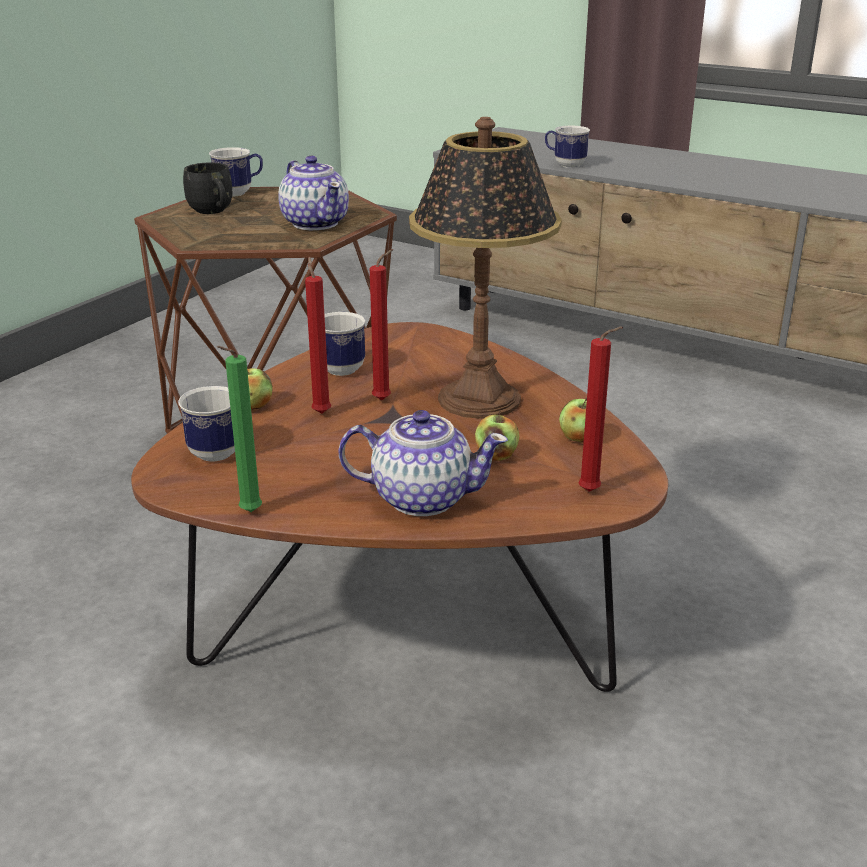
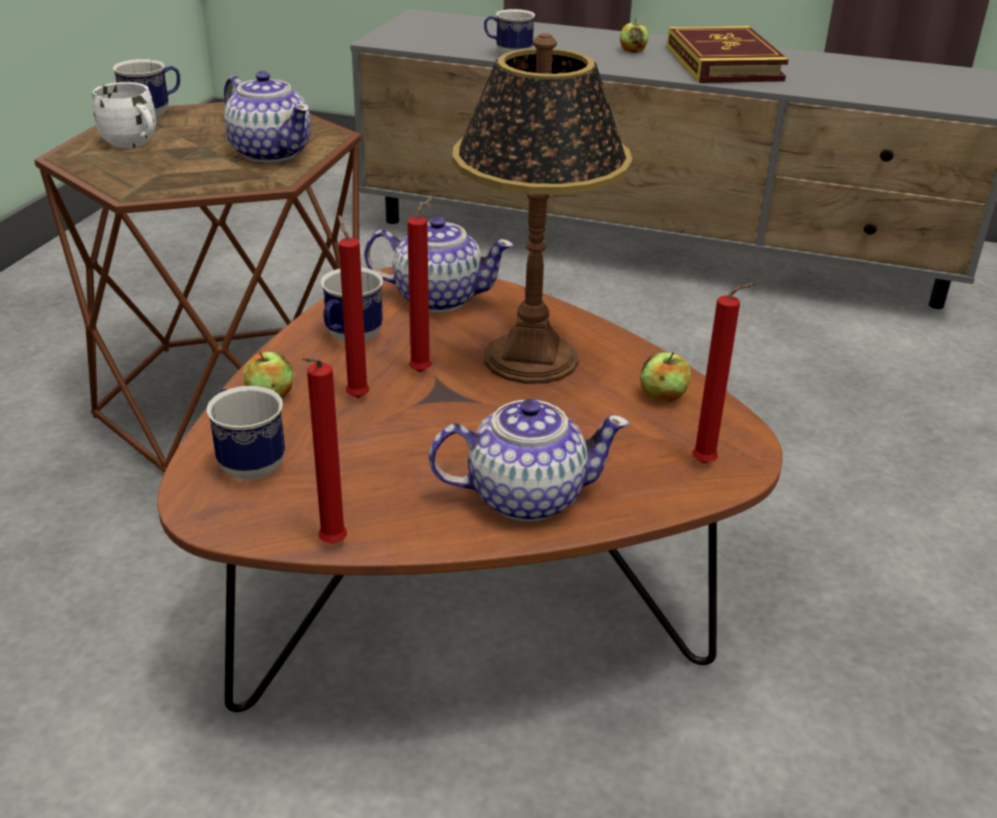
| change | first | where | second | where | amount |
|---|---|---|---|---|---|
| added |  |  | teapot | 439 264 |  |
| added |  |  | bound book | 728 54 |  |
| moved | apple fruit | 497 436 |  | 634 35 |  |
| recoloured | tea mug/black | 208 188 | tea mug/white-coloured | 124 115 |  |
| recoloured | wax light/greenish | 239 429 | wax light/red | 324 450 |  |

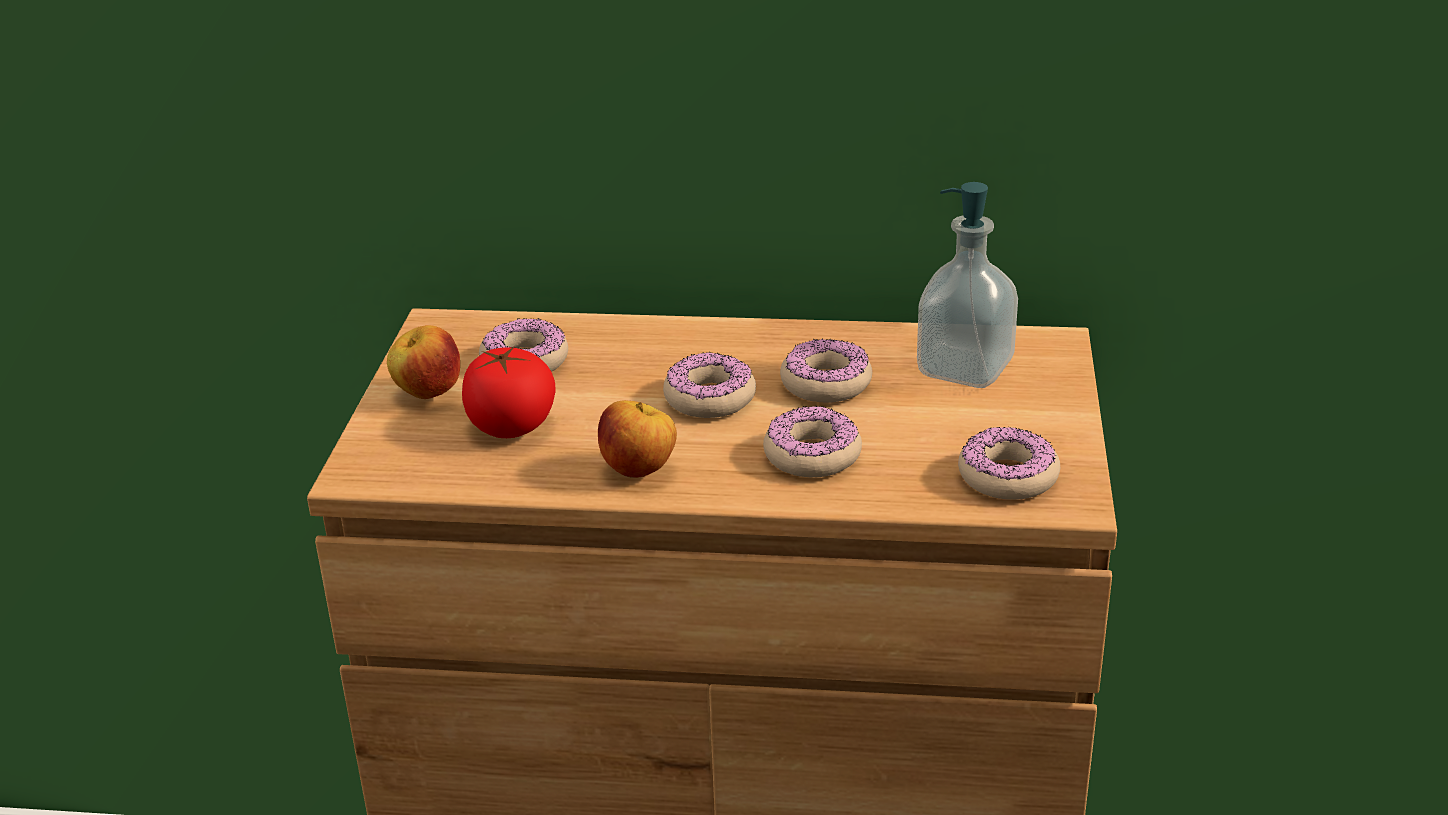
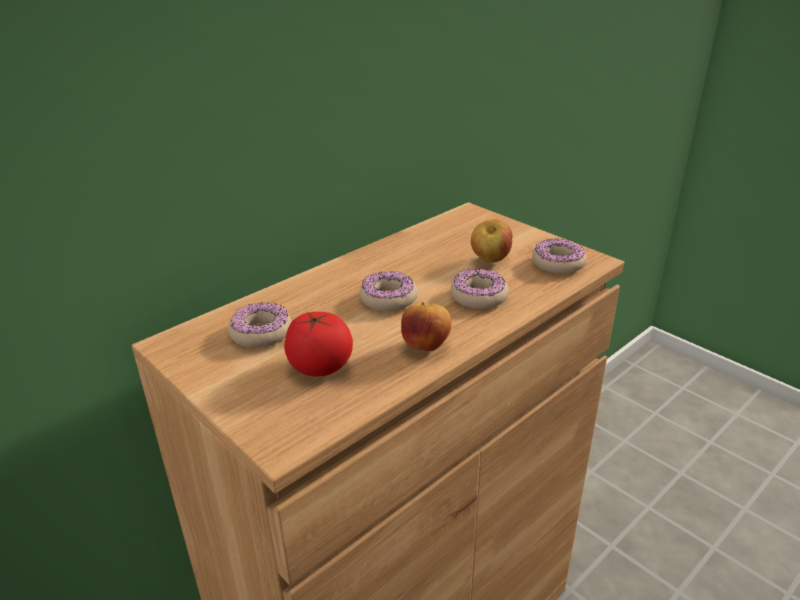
| change | first | where | second | where | amount |
|---|---|---|---|---|---|
| removed | ring doughnut | 826 371 |  |  |  |
| removed | liquid soap bottle | 967 285 |  |  |  |
| moved | apple fruit | 423 362 |  | 491 241 |  |

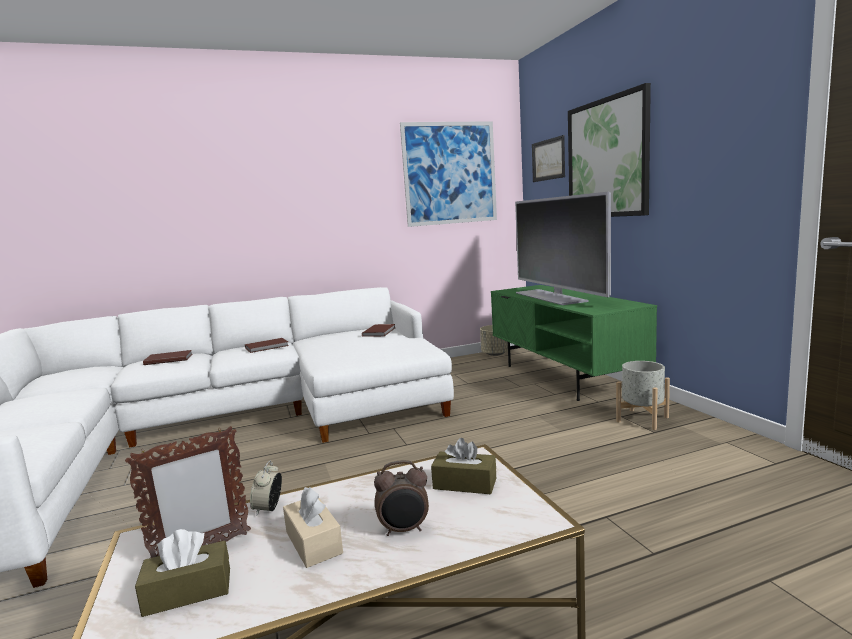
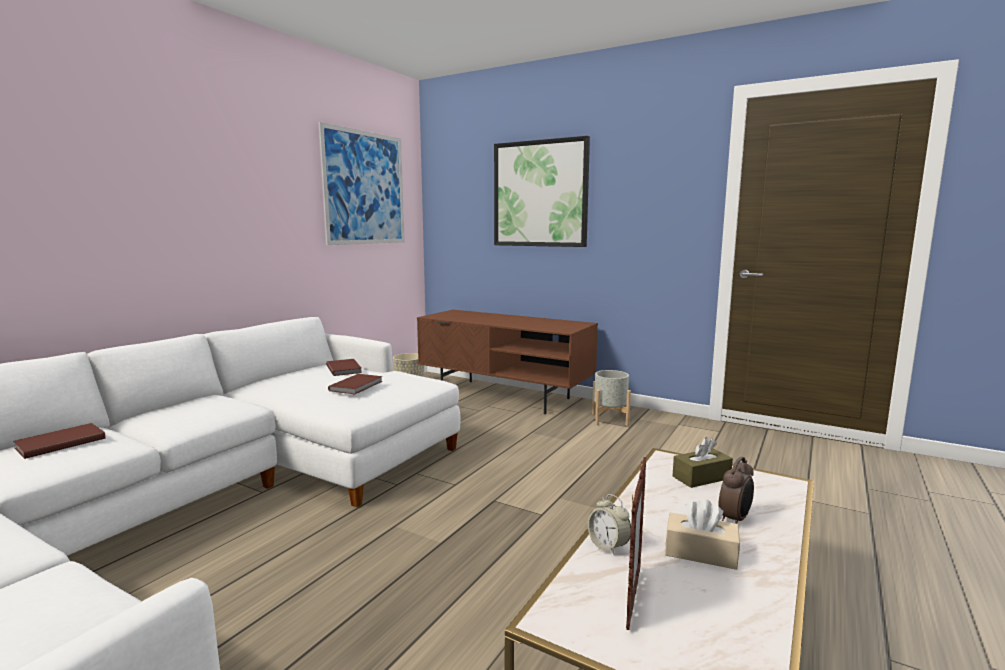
| change | first | where | second | where | amount |
|---|---|---|---|---|---|
| removed | box of tissues/brownish | 182 573 |  |  |  |
| removed | TV | 563 248 |  |  |  |
| removed | picture | 548 158 |  |  |  |
| moved | bound book/brownish | 267 345 |  | 355 384 |  |
| recoloured | media console/greenish | 574 343 | media console/brownish | 507 362 |  |

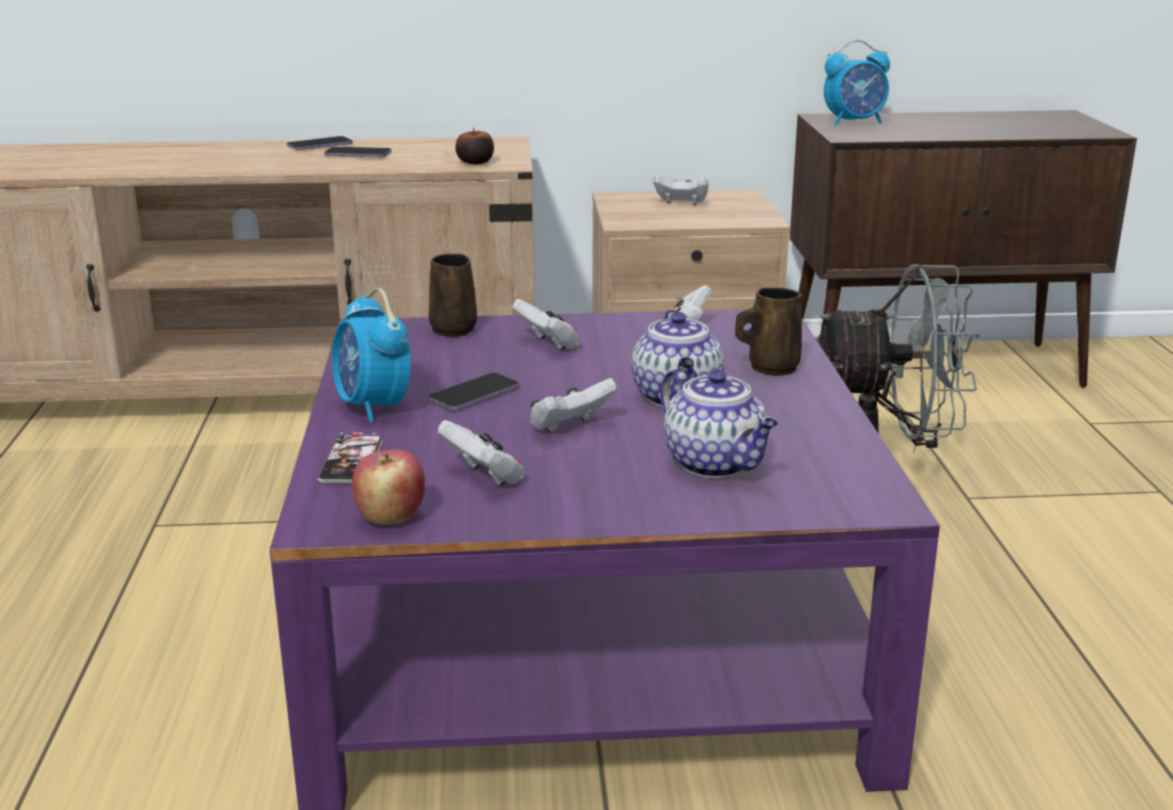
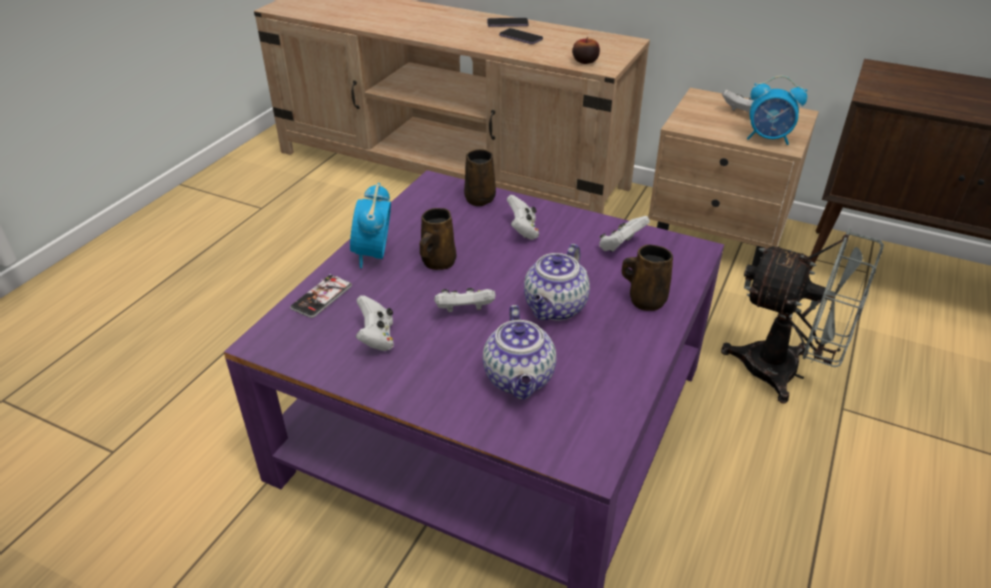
| change | first | where | second | where | amount |
|---|---|---|---|---|---|
| removed | apple fruit | 388 487 |  |  |  |
| moved | bedside clock | 857 83 |  | 777 110 |  |
| replaced | handset | 473 392 | tea mug/brownish | 438 239 |  |

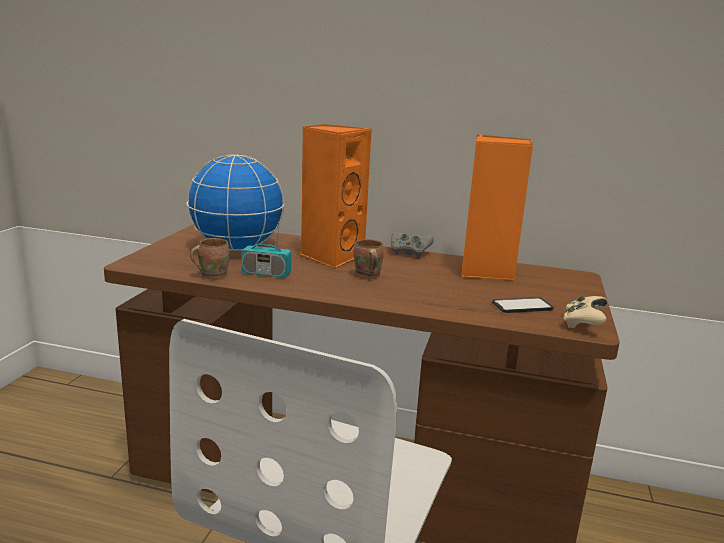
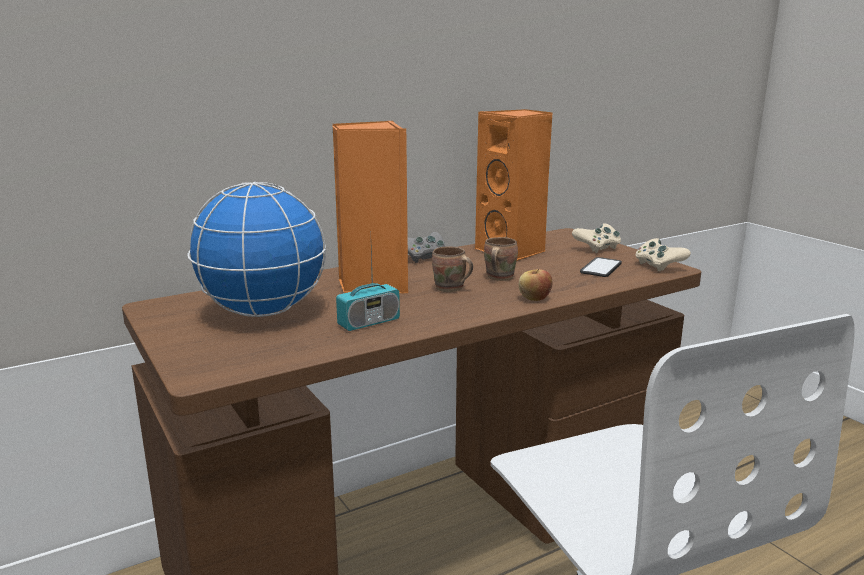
| change | first | where | second | where | amount |
|---|---|---|---|---|---|
| added |  |  | apple fruit | 536 285 |  |
| added |  |  | joypad/sand-coloured | 596 238 |  |
| moved | tea mug/brownish | 210 259 |  | 501 259 |  |

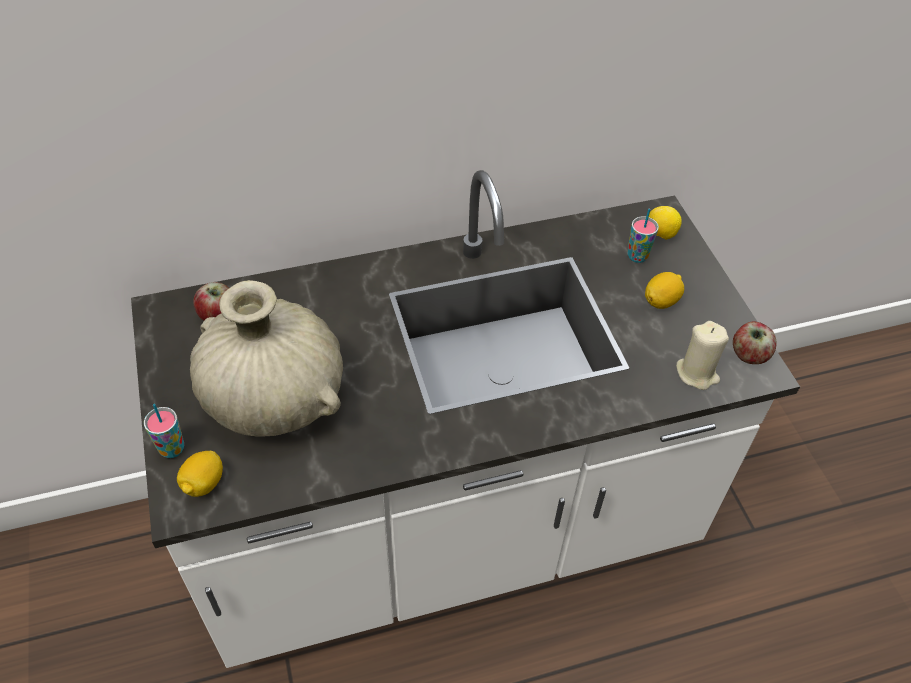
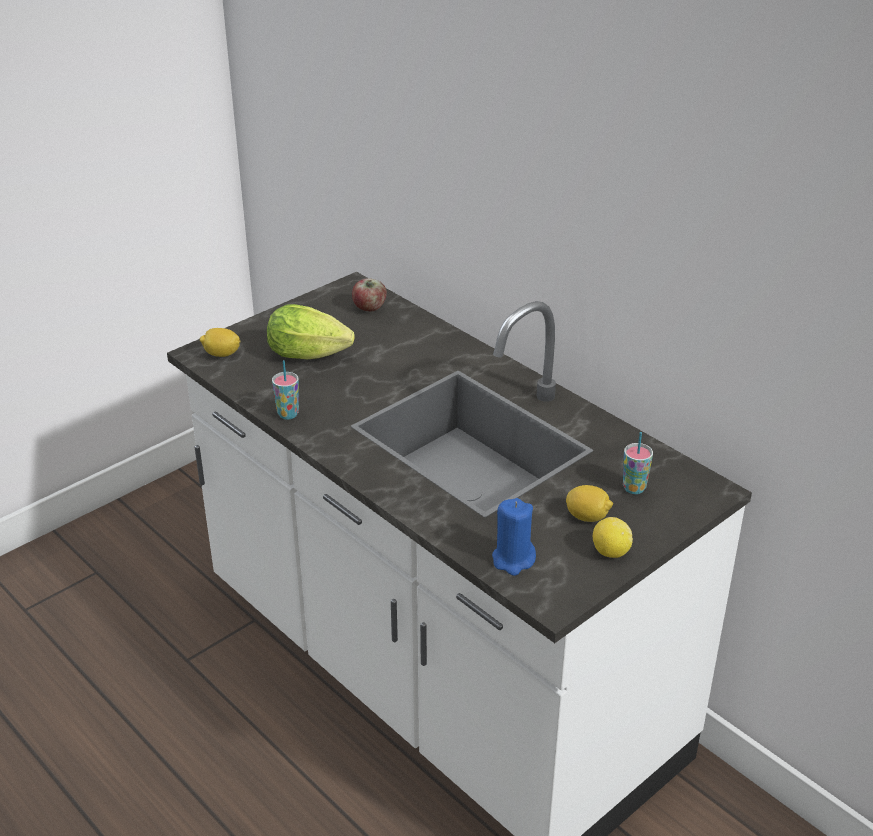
| change | first | where | second | where | amount |
|---|---|---|---|---|---|
| removed | apple fruit | 754 342 |  |  |  |
| moved | small cup | 164 431 |  | 285 390 |  |
| moved | citrus fruit | 665 223 |  | 613 537 |  |
| replaced | decorative vase/sand-coloured | 266 358 | lettuce head | 311 331 |  |
| recoloured | wax light/sand-coloured | 702 355 | wax light/blue-coloured | 514 537 |  |

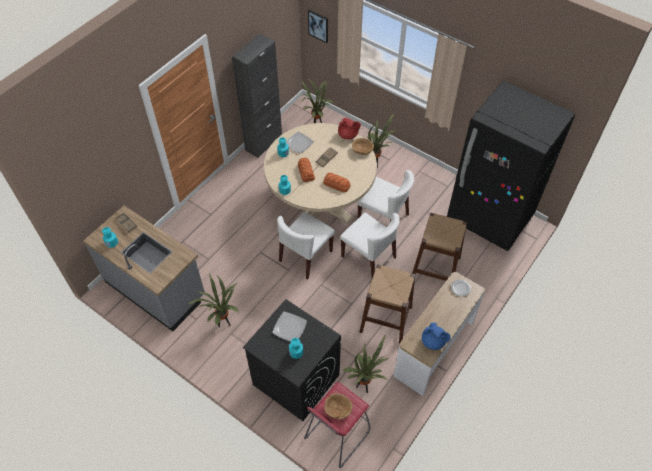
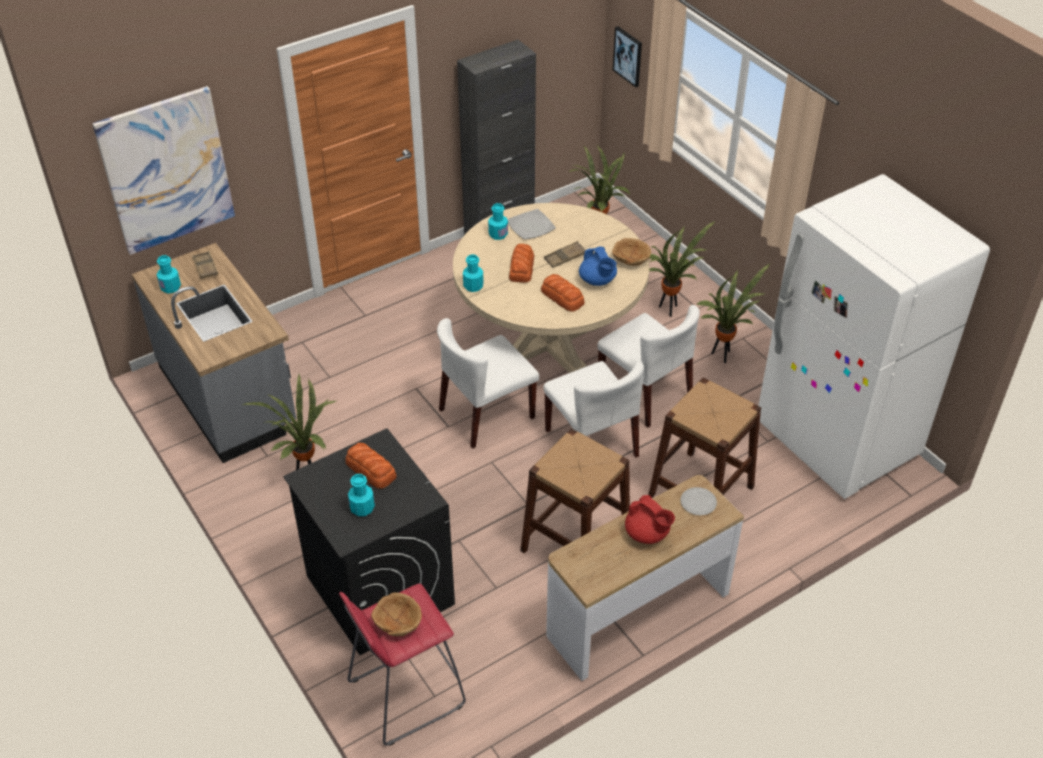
| change | first | where | second | where | amount |
|---|---|---|---|---|---|
| added |  |  | picture | 163 170 |  |
| moved | teapot/red | 349 128 |  | 650 519 |  |
| moved | houseplant | 366 364 |  | 734 313 |  |
| moved | teapot/blue-coloured | 436 336 |  | 598 266 |  |
| replaced | plate | 289 326 | bread | 370 466 |  |
| recoloured | refrigerator/black | 511 166 | refrigerator/white-coloured | 874 336 |  |

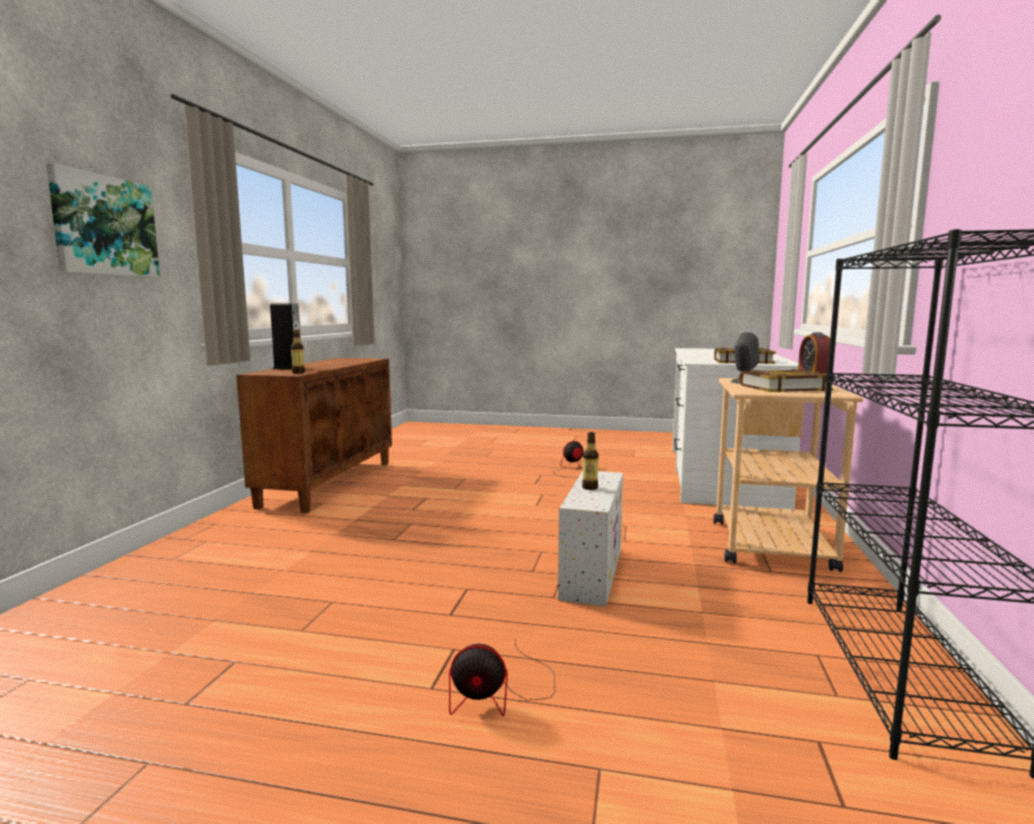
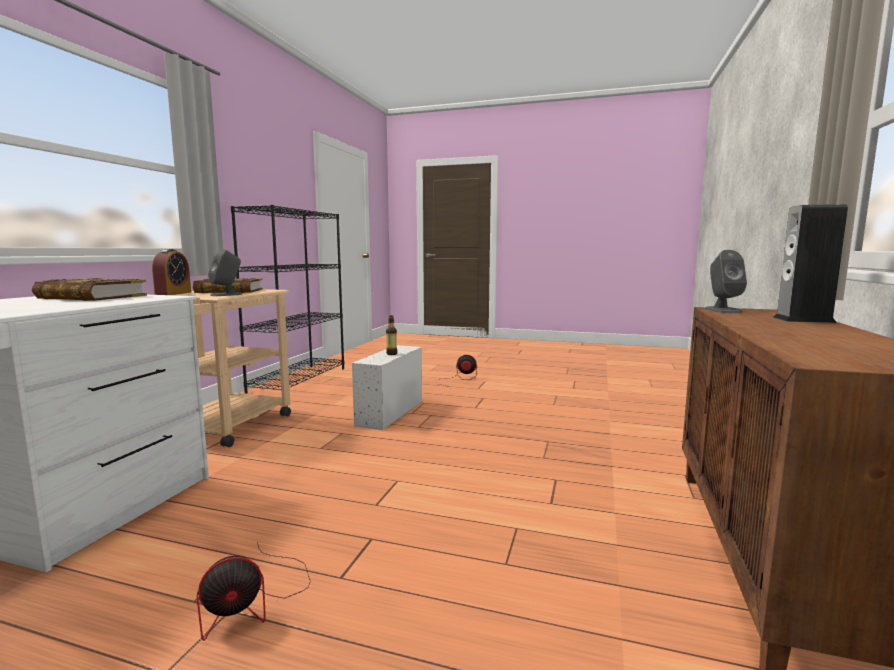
| change | first | where | second | where | amount |
|---|---|---|---|---|---|
| removed | picture | 103 220 |  |  |  |
| replaced | drink bottle | 298 352 | audio speaker/gray | 726 281 |  |

